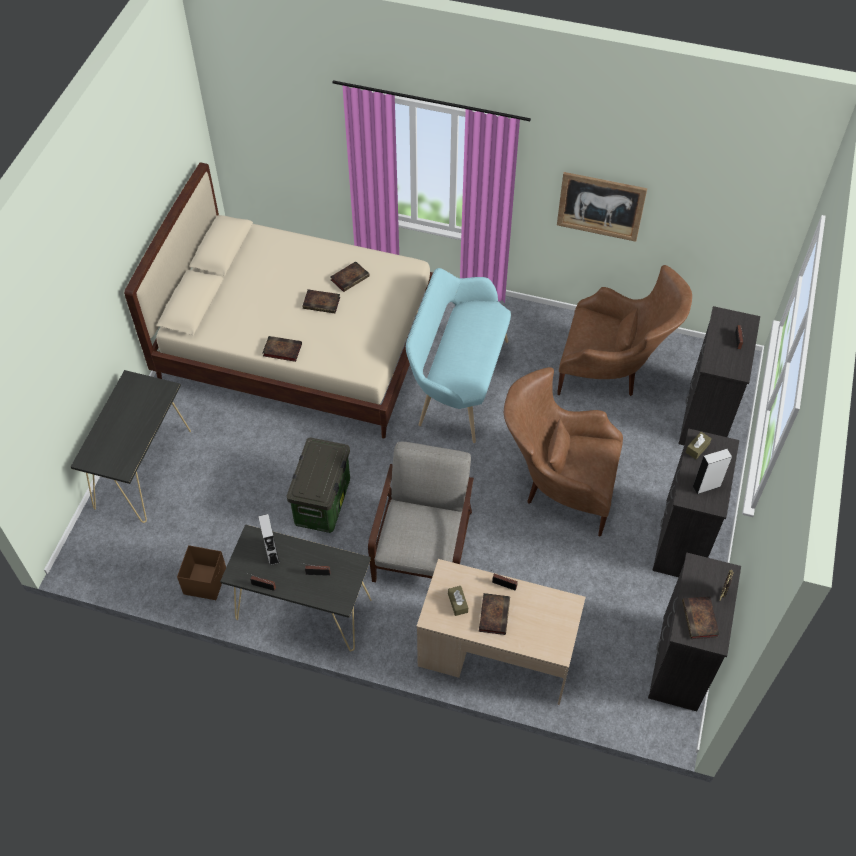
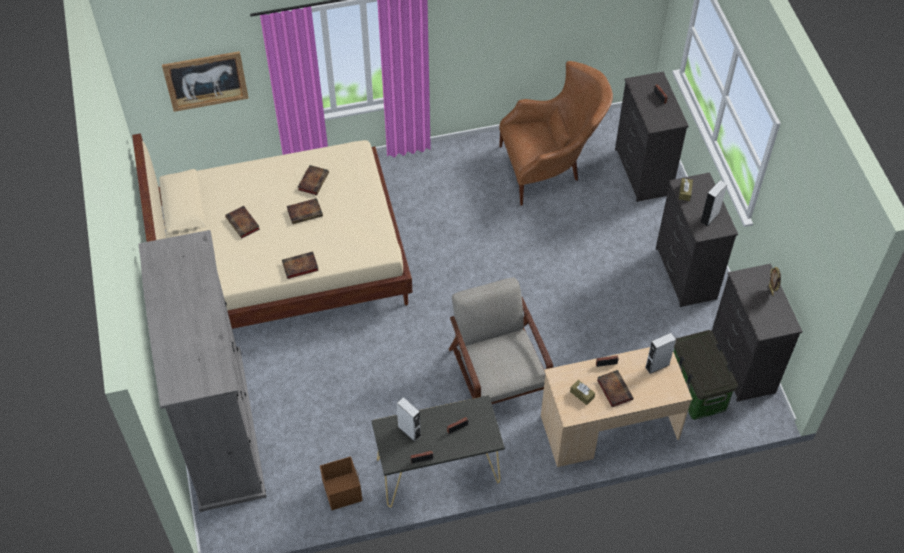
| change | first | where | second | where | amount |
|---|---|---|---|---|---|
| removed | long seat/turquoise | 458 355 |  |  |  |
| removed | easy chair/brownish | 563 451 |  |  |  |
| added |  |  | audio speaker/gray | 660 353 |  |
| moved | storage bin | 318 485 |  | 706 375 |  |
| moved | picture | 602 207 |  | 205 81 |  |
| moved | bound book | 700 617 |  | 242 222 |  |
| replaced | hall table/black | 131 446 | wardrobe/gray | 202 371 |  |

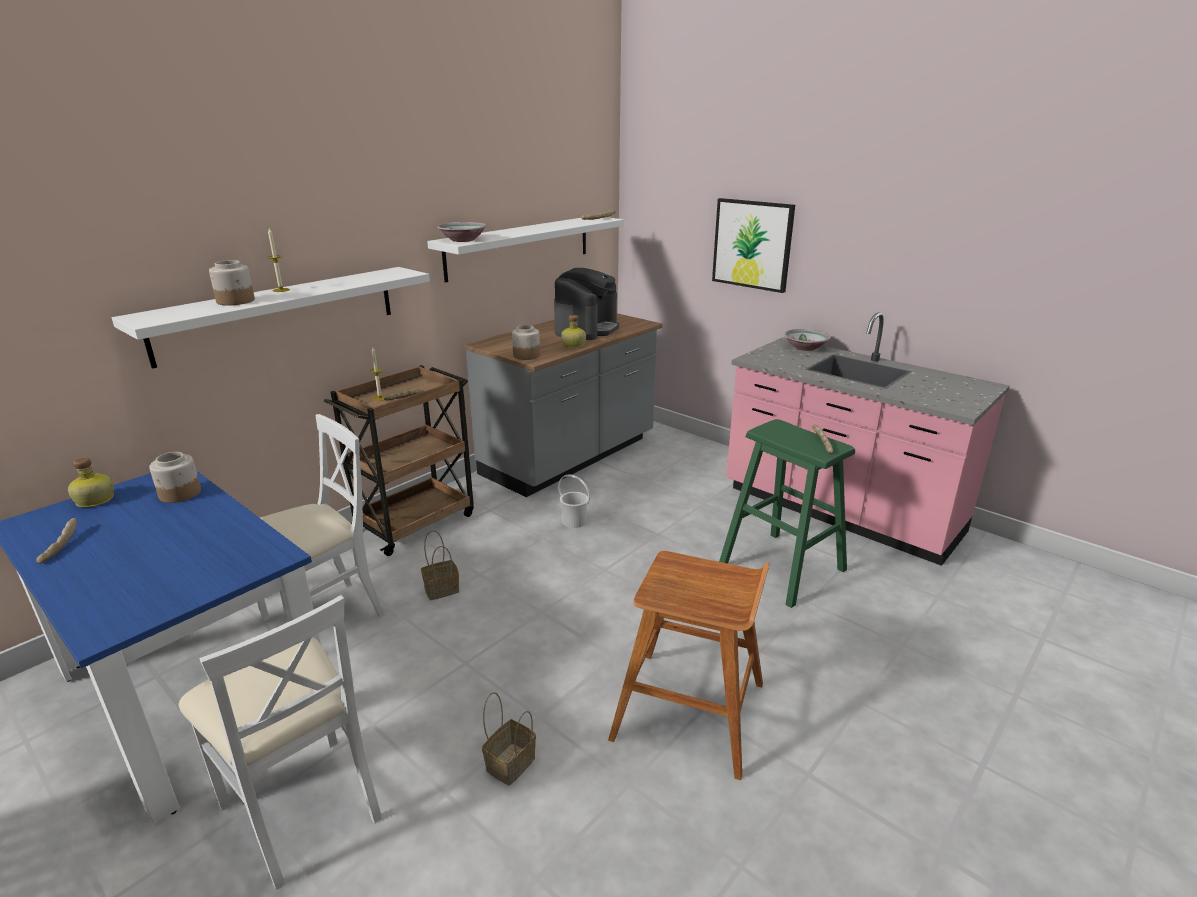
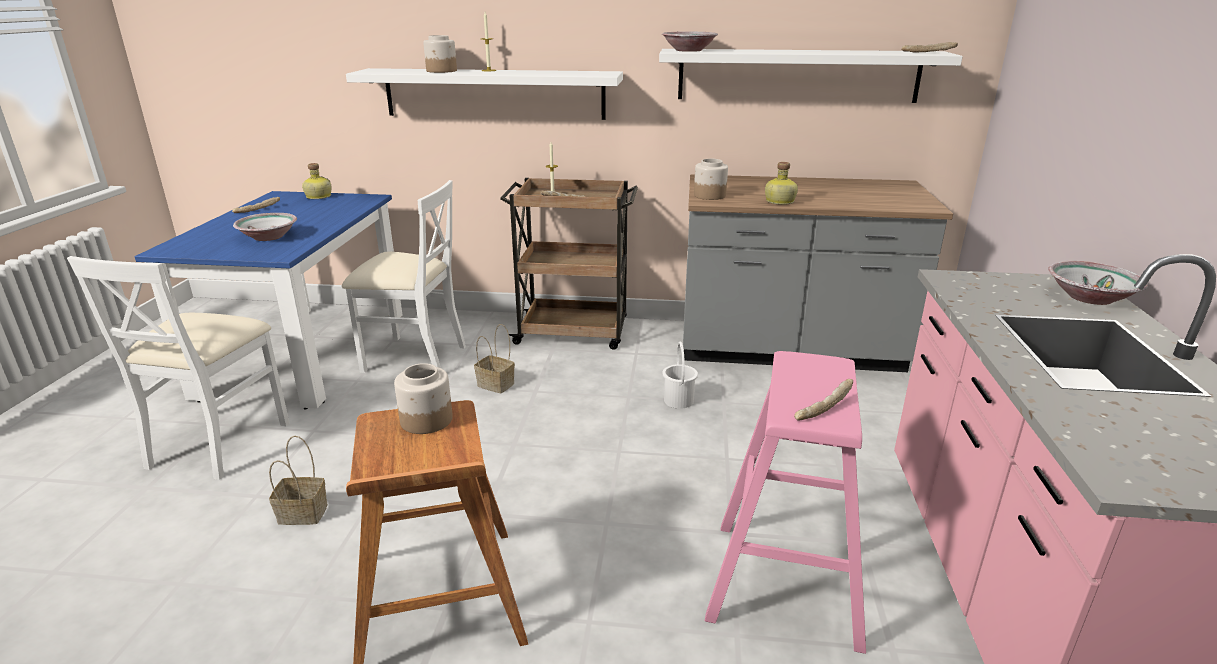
| change | first | where | second | where | amount |
|---|---|---|---|---|---|
| removed | coffee machine | 586 304 |  |  |  |
| removed | picture | 753 245 |  |  |  |
| added |  |  | bowl | 265 227 |  |
| moved | jar | 175 477 |  | 423 398 |  |
| recoloured | sitting stool/greenish | 787 513 | sitting stool/pink | 785 502 |  |

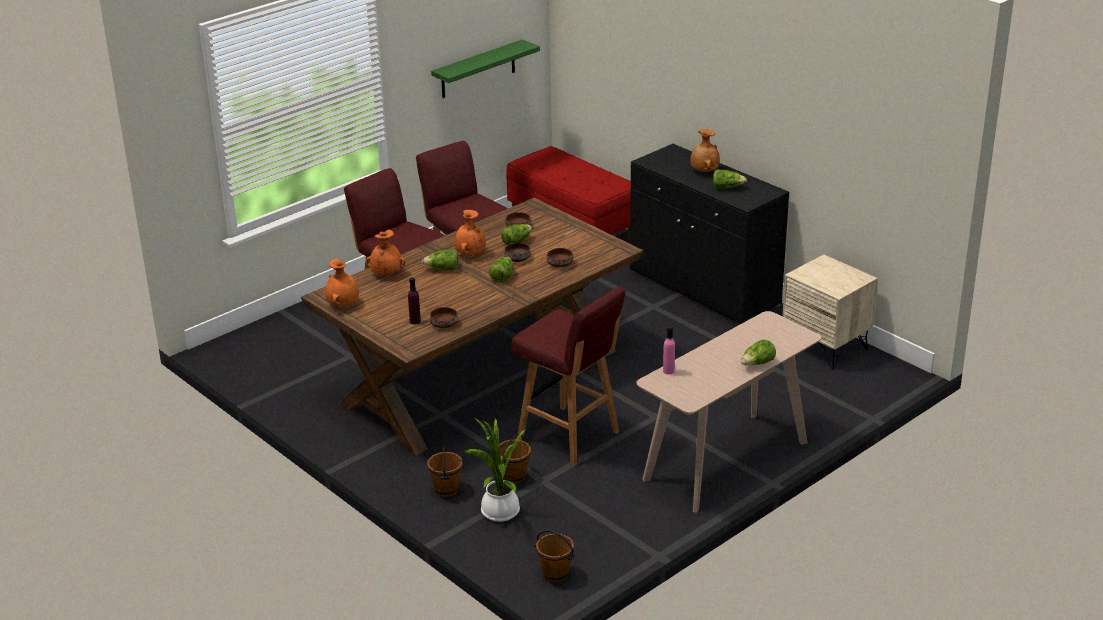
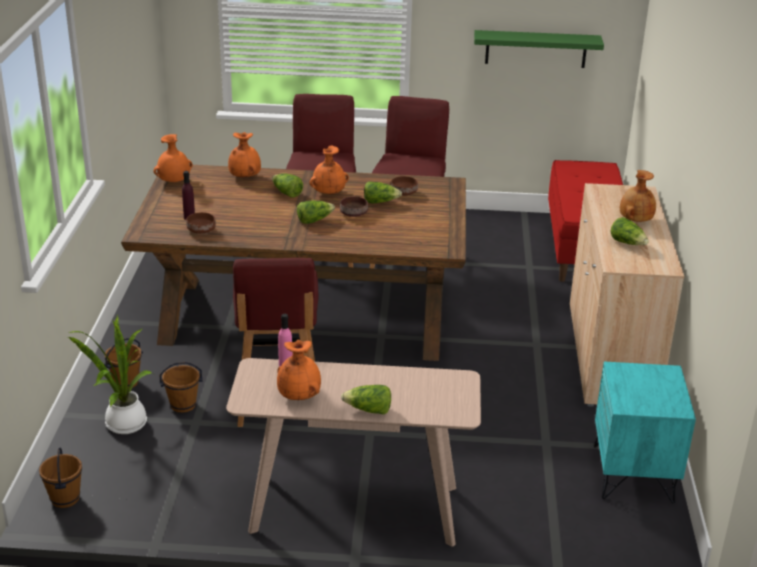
| change | first | where | second | where | amount |
|---|---|---|---|---|---|
| removed | bowl/brownish | 560 257 |  |  |  |
| added |  |  | decorative vase/orangey | 299 370 |  |
| recoloured | cupboard/black | 709 234 | cupboard/sand-coloured | 627 295 |  |
| recoloured | night table/sand-coloured | 830 312 | night table/turquoise | 645 432 |  |

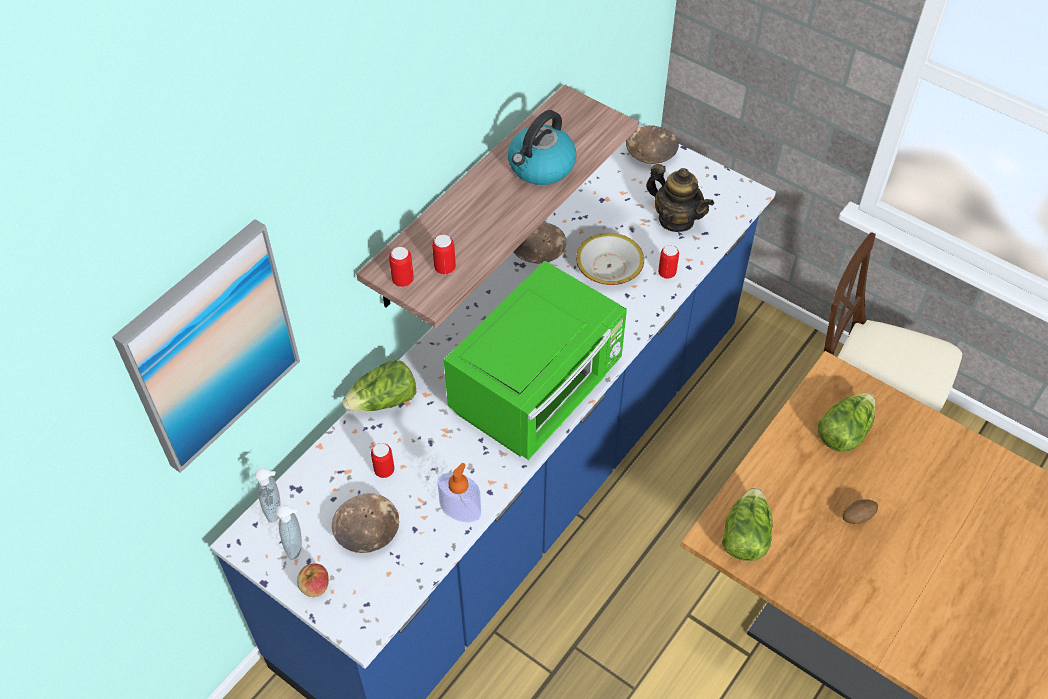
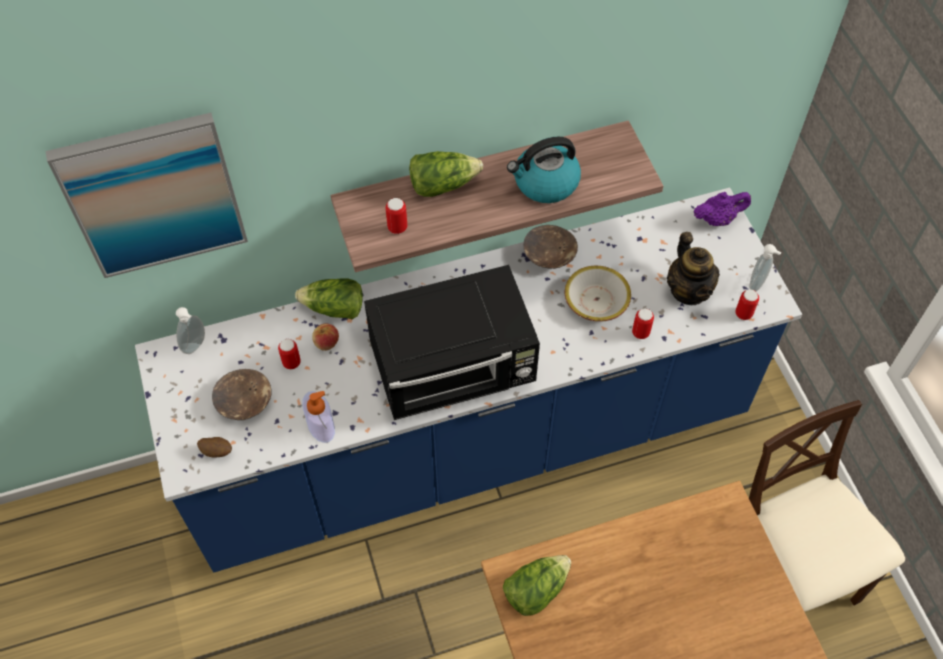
| change | first | where | second | where | amount |
|---|---|---|---|---|---|
| moved | liquid soap bottle | 289 532 |  | 765 267 |  |
| moved | apple fruit | 313 580 |  | 325 337 |  |
| moved | sealed can | 401 267 |  | 747 304 |  |
| moved | lettuce head | 846 422 |  | 446 174 |  |
| moved | potato | 860 512 |  | 214 447 |  |
| replaced | bowl/brownish | 652 144 | teapot/purple-coloured | 722 209 |  |
| recoloured | microwave/greenish | 535 360 | microwave/black | 452 342 |  |

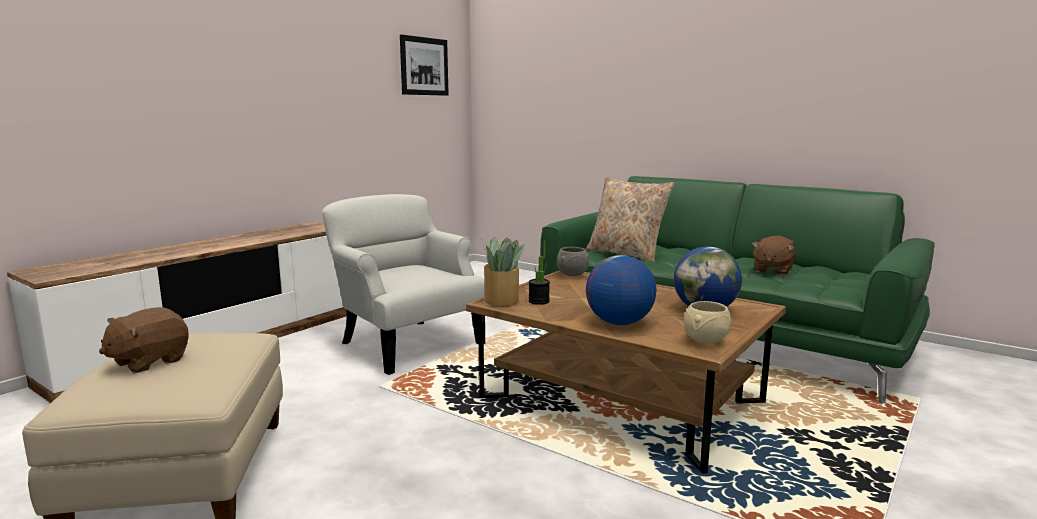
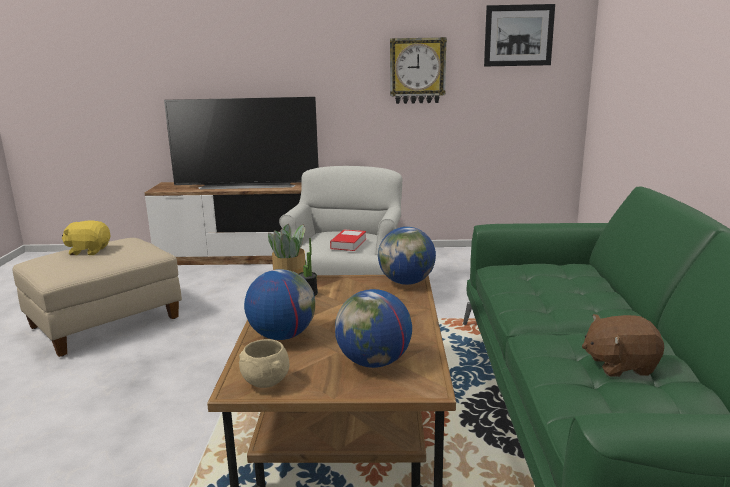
| change | first | where | second | where | amount |
|---|---|---|---|---|---|
| removed | cushion/sand-coloured | 630 219 |  |  |  |
| added |  |  | TV | 241 143 |  |
| added |  |  | bound book | 348 240 |  |
| added |  |  | clock on the wall | 418 70 |  |
| replaced | bowl/gray | 573 261 | globe | 407 256 |  |
| recoloured | plush toy/brownish | 144 340 | plush toy/yellow-coloured | 86 238 |  |

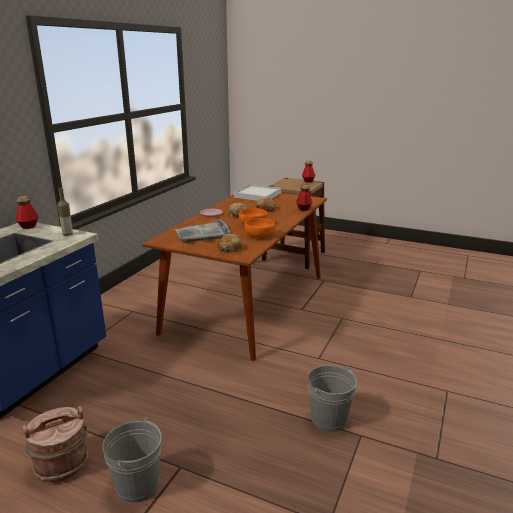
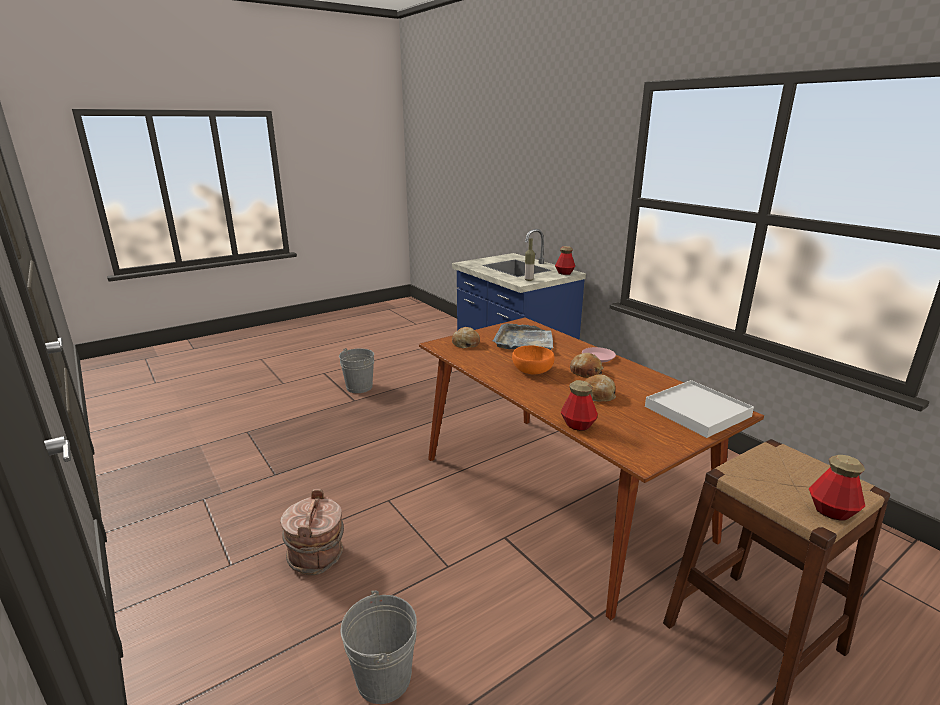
| change | first | where | second | where | amount |
|---|---|---|---|---|---|
| removed | bowl/orangey | 259 228 |  |  |  |
| moved | pail/brownish | 55 444 |  | 312 532 |  |
| moved | pail/gray | 332 398 |  | 379 647 |  |

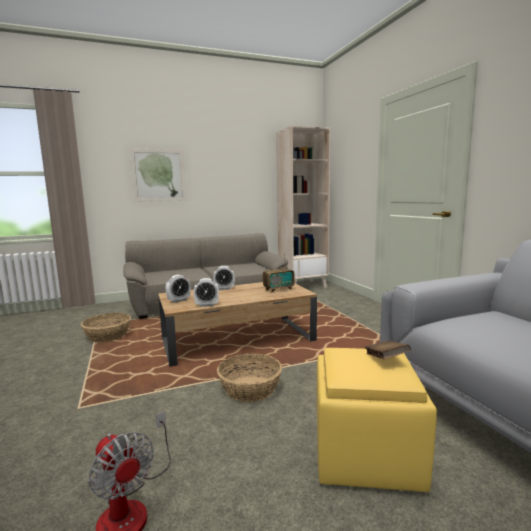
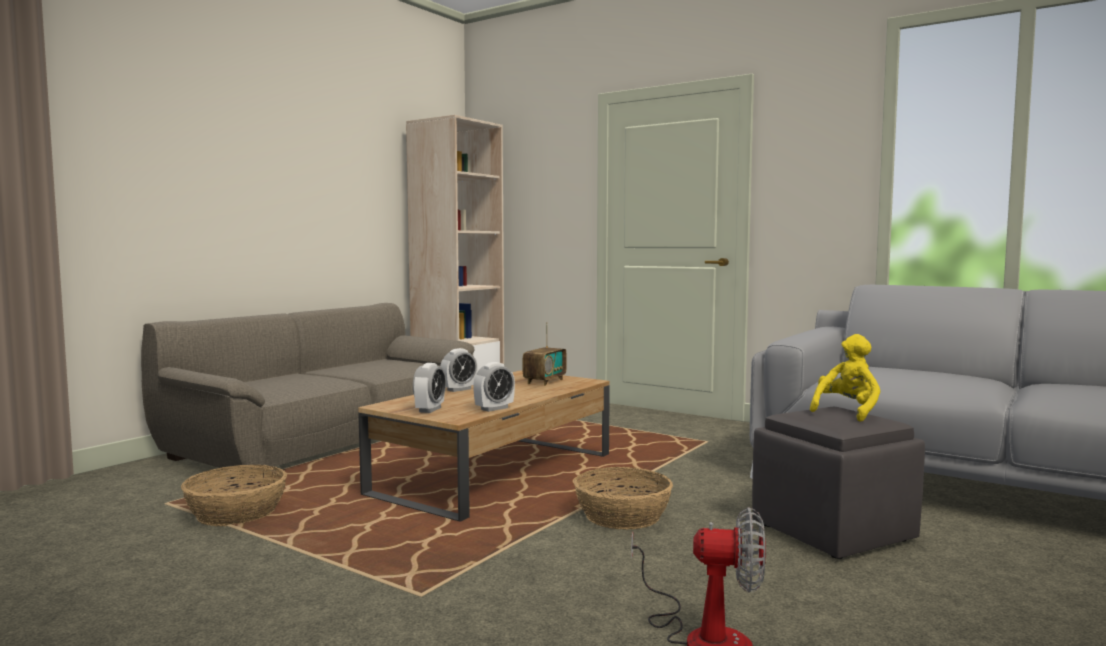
| change | first | where | second | where | amount |
|---|---|---|---|---|---|
| removed | picture | 158 175 |  |  |  |
| replaced | bound book/brownish | 388 350 | plush toy/yellow-coloured | 845 378 |  |
| recoloured | pouffe/yellow-coloured | 376 420 | pouffe/gray | 838 483 |  |

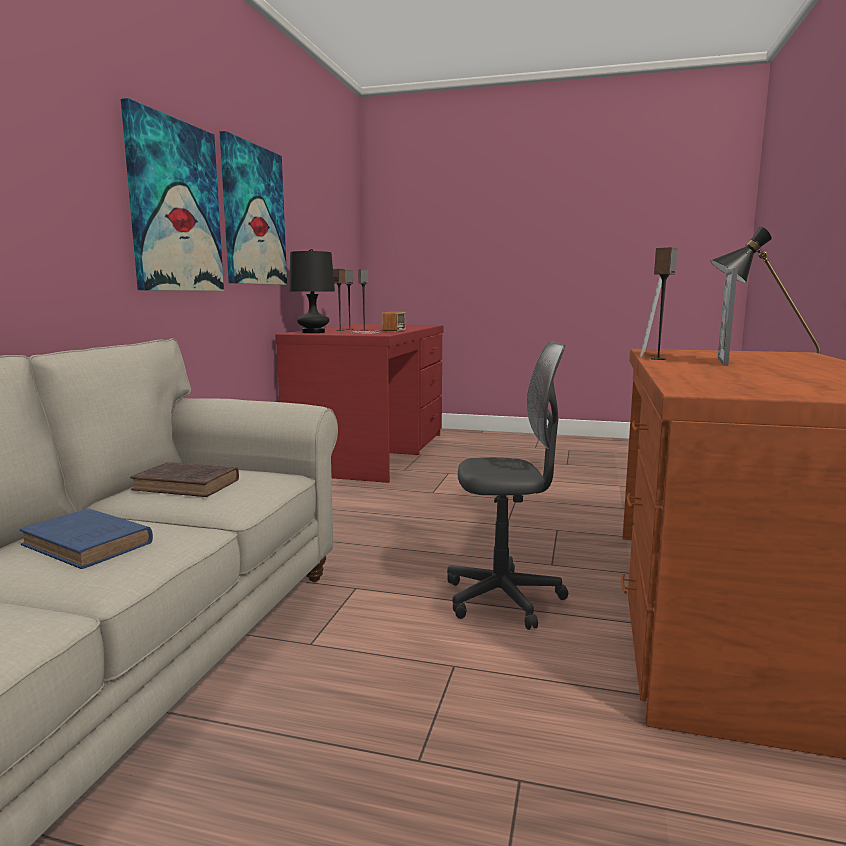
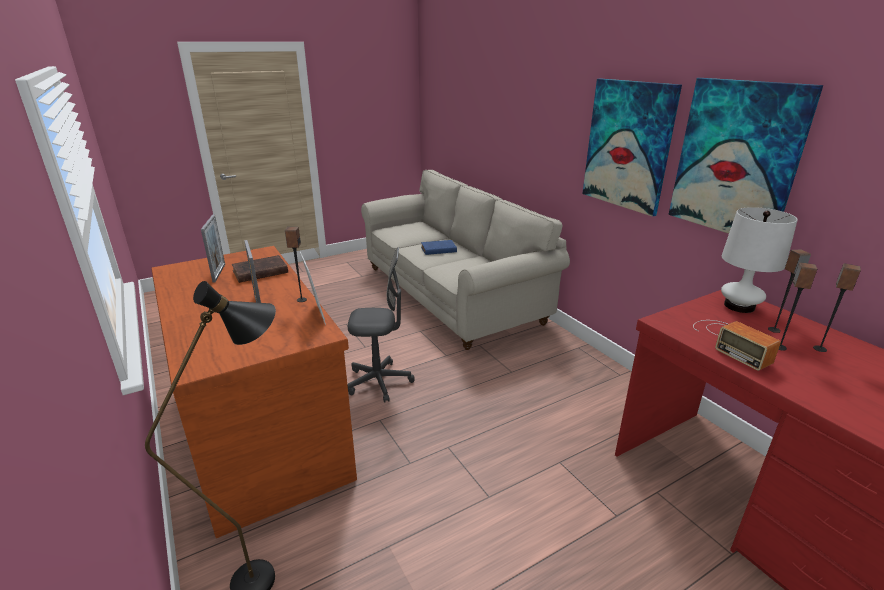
| change | first | where | second | where | amount |
|---|---|---|---|---|---|
| added |  |  | photo frame | 213 249 |  |
| moved | bound book/brownish | 184 479 |  | 260 269 |  |
| recoloured | lamp for a table/black | 312 291 | lamp for a table/white-coloured | 759 260 |  |
| turned | computer chair/gray | 507 485 |  | 381 325 | 135 degrees counterclockwise |

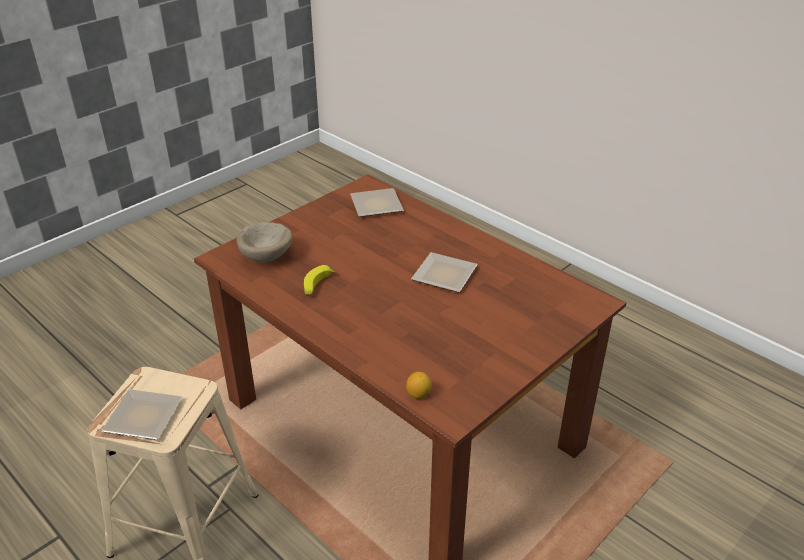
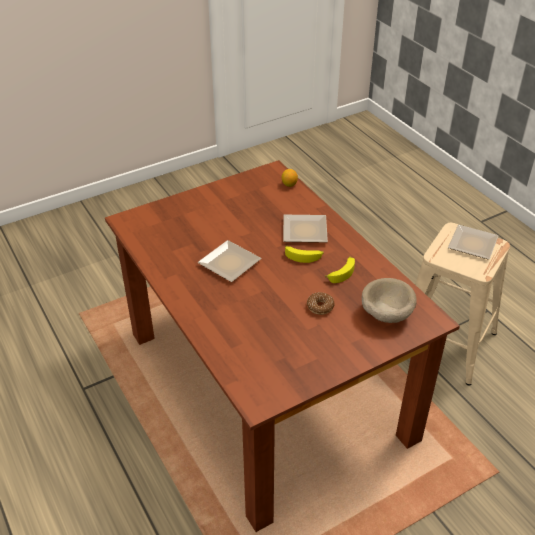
| change | first | where | second | where | amount |
|---|---|---|---|---|---|
| added |  |  | whole banana | 304 254 |  |
| added |  |  | ring doughnut | 321 303 |  |
| moved | plate | 377 202 |  | 305 229 |  |

